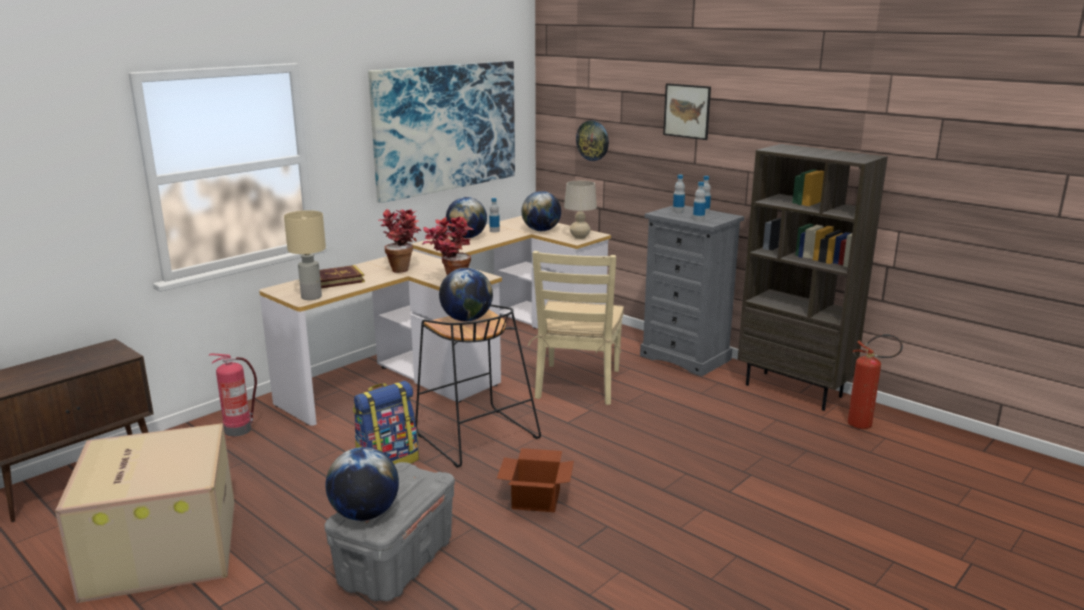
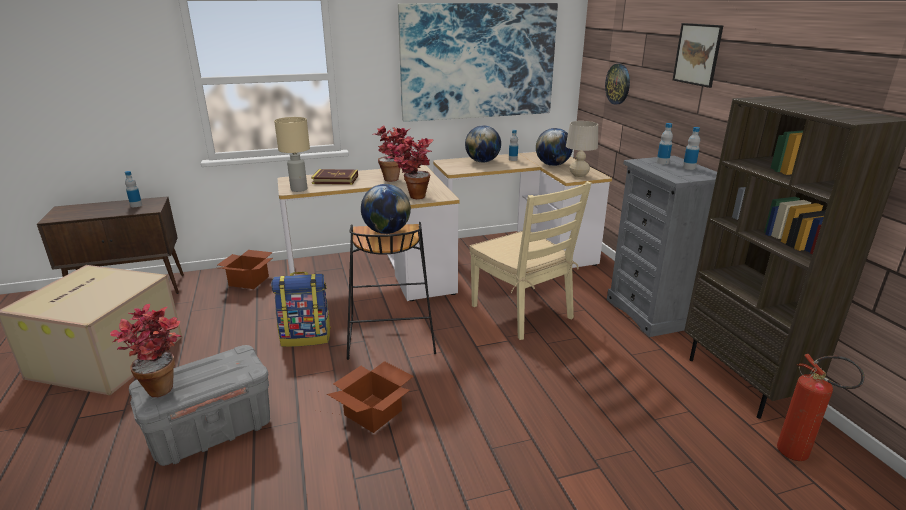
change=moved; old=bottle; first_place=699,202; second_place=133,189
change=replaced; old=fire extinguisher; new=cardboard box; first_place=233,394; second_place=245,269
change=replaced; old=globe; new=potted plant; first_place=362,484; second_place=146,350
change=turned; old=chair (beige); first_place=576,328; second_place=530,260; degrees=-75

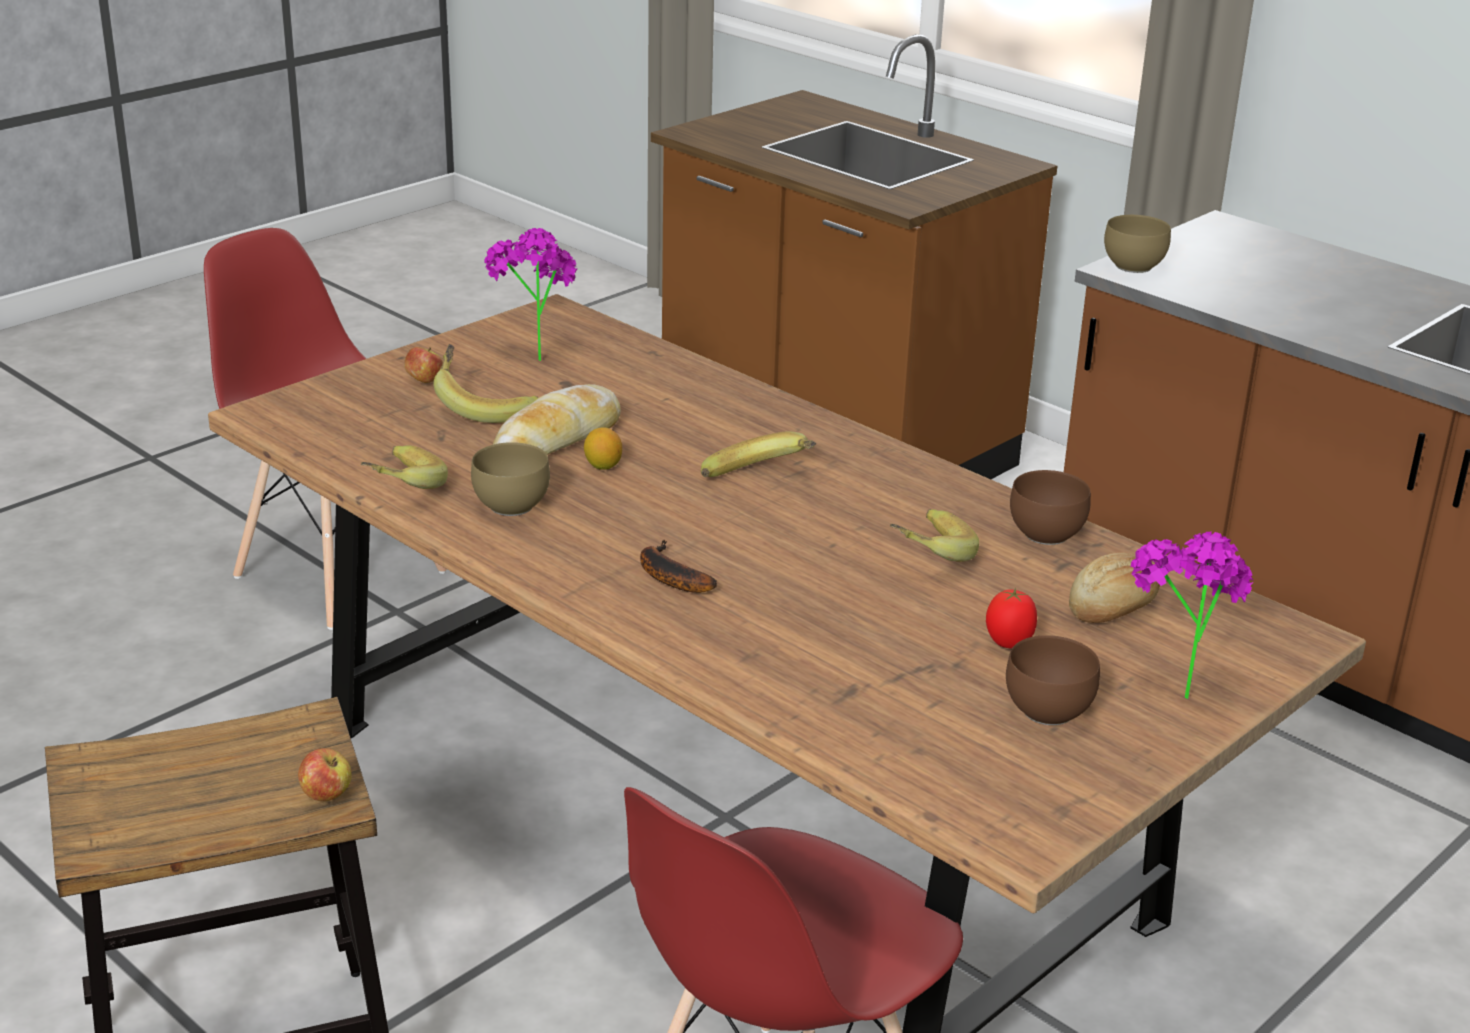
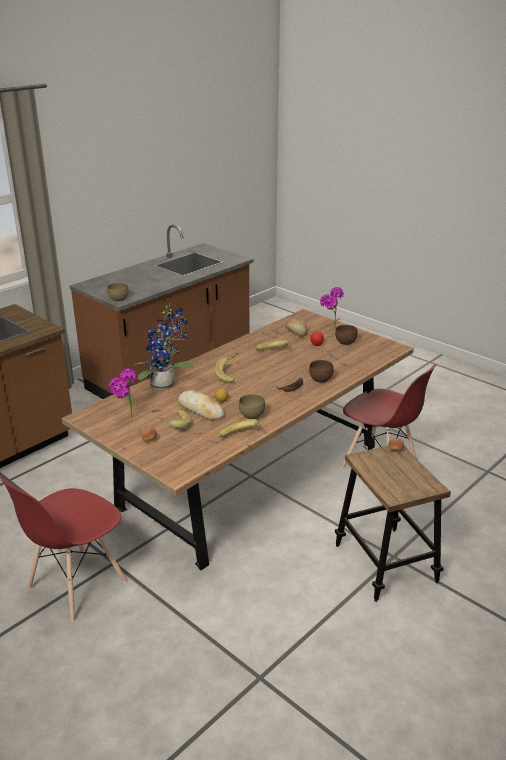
change=added; new=potted plant; second_place=164,346
change=moved; old=bowl (brown); first_place=1050,507; second_place=321,371

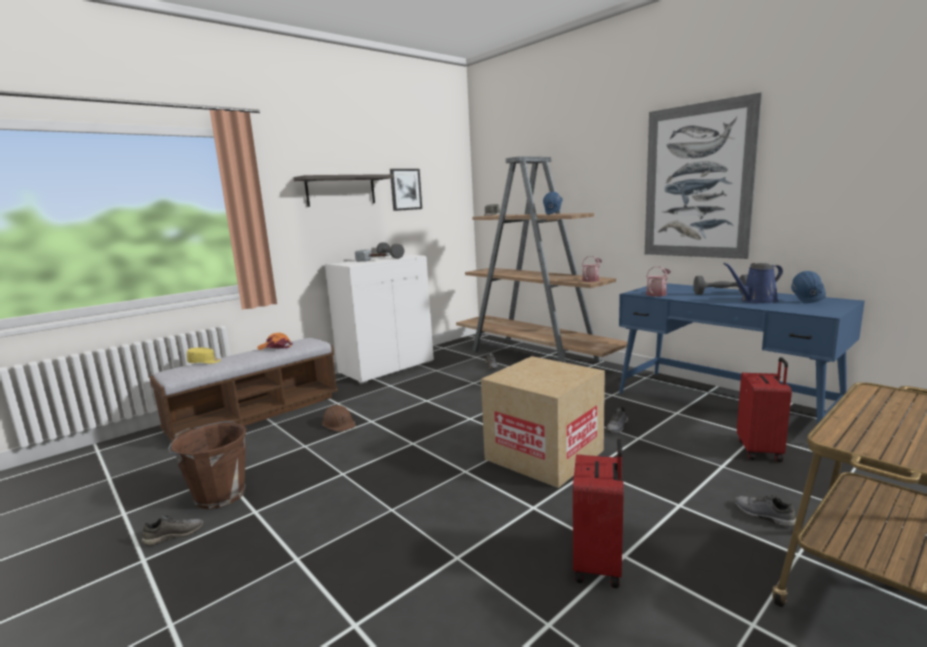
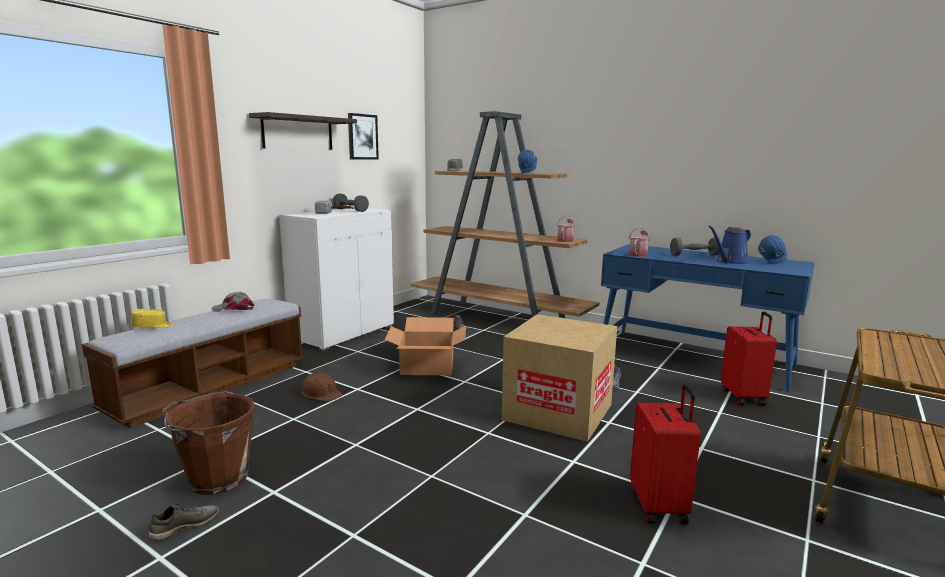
change=removed; old=picture; first_place=703,175
change=removed; old=shoe (grey); first_place=765,511
change=added; new=cardboard box; second_place=425,346
change=recoloured; old=cap (orange); new=cap (grey); first_place=275,341; second_place=232,302

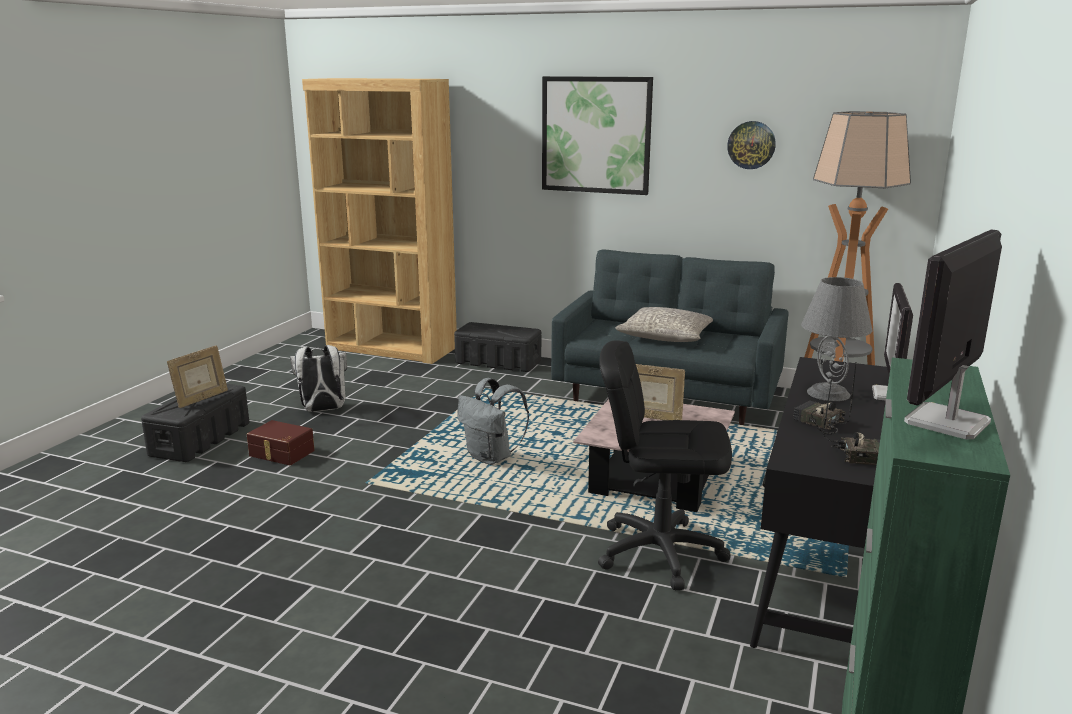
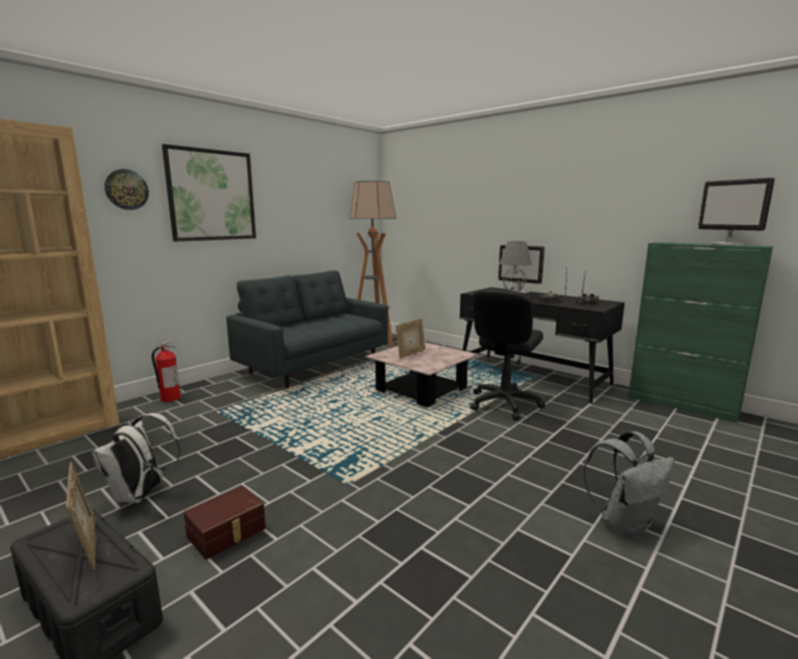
change=removed; old=pillow (grey); first_place=664,324
change=moved; old=backpack (grey); first_place=493,421; second_place=628,484
change=moved; old=wall clock; first_place=751,145; second_place=127,189
change=replaced; old=storage box (black); new=fire extinguisher; first_place=497,347; second_place=166,370

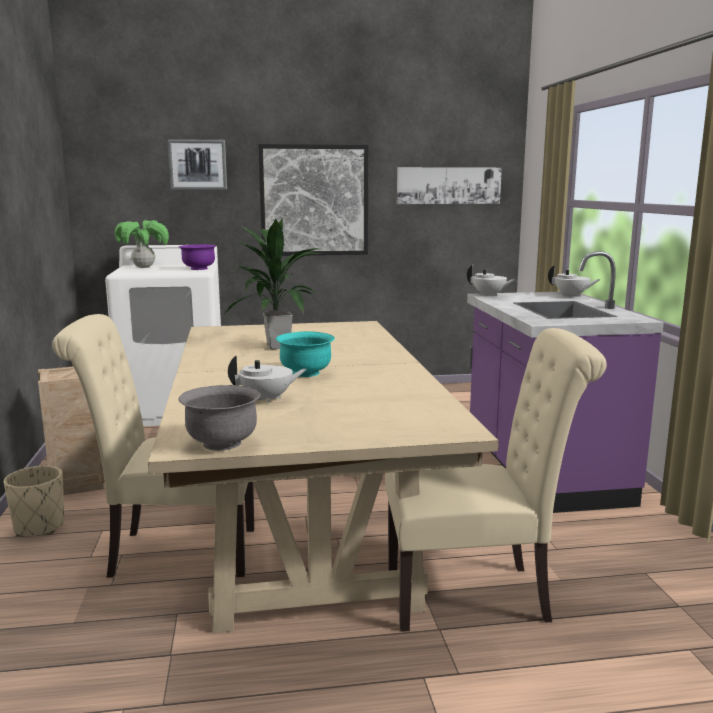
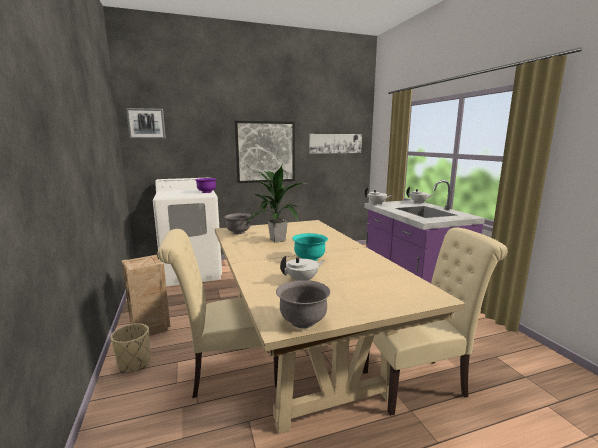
change=removed; old=potted plant; first_place=142,244
change=added; new=bowl (grey); second_place=237,223
change=moved; old=picture; first_place=197,164; second_place=146,123

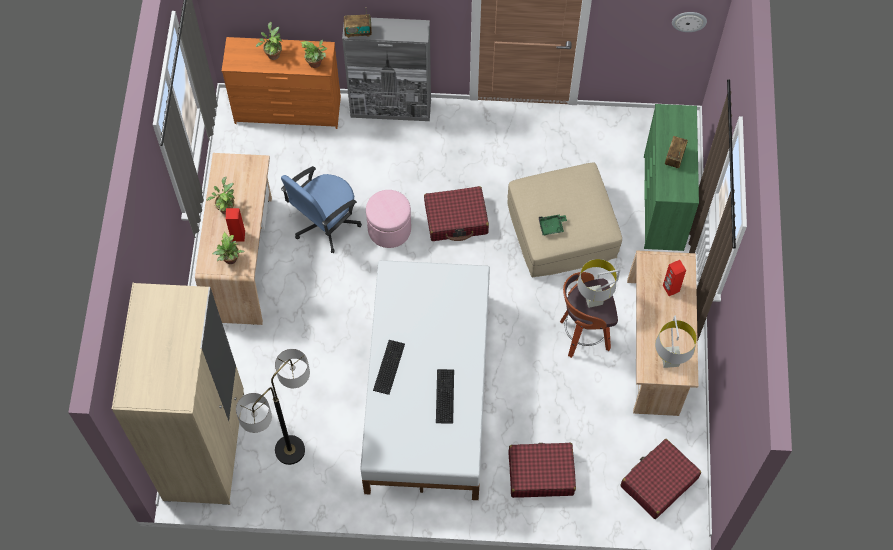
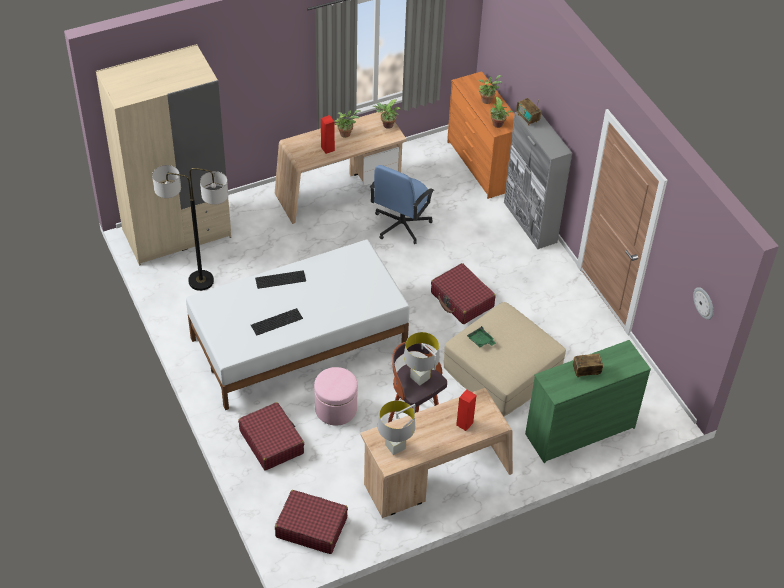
change=moved; old=potted plant; first_place=229,248; second_place=387,114
change=moved; old=ottoman (pink); first_place=388,219; second_place=336,396
change=turned; old=office chair (blue); first_place=321,209; second_place=402,204; degrees=-75

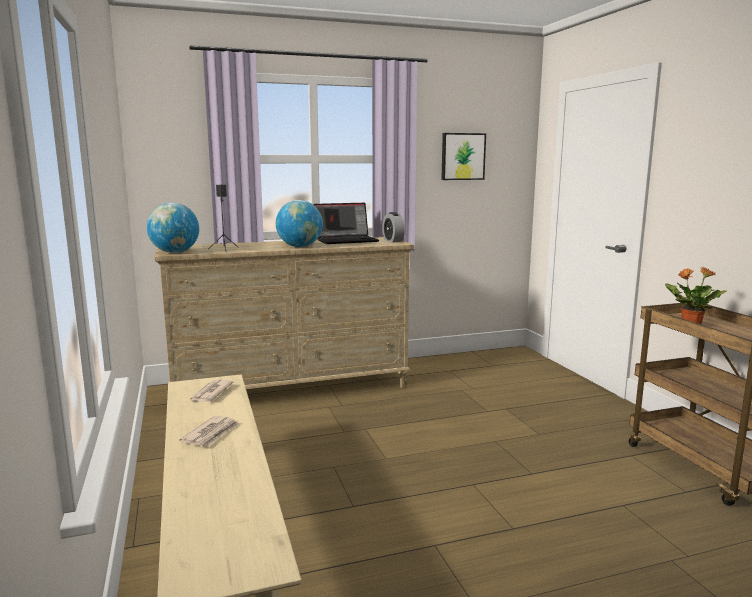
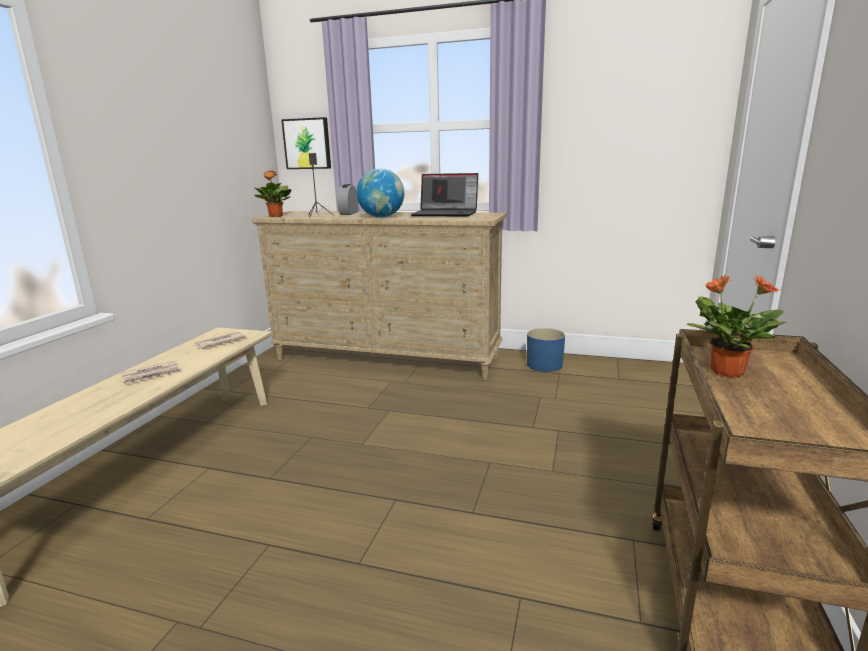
change=added; new=planter (blue); second_place=546,350
change=moved; old=alarm clock; first_place=393,227; second_place=347,199
change=moved; old=picture; first_place=463,156; second_place=306,143
change=replaced; old=globe; new=potted plant; first_place=172,228; second_place=272,193

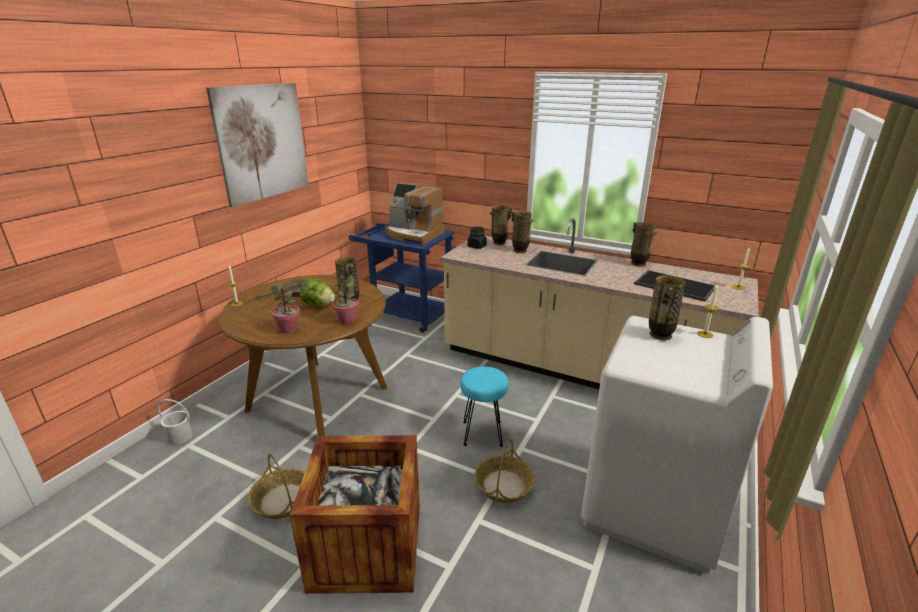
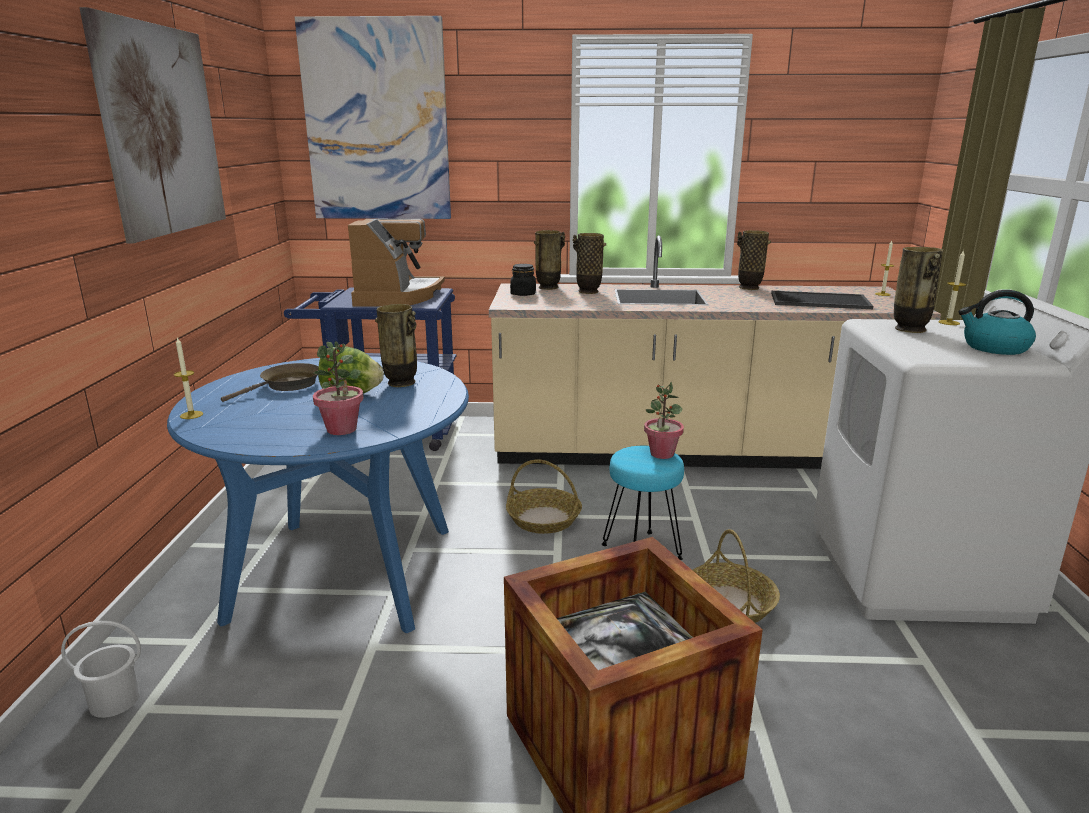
change=added; new=picture; second_place=373,117
change=added; new=kettle; second_place=997,322
change=moved; old=basket; first_place=276,486; second_place=544,496
change=moved; old=potted plant; first_place=345,300; second_place=664,420
change=recoloured; old=dining table (brown); new=dining table (blue); first_place=303,355; second_place=318,494
change=turned; old=coffee machine; first_place=415,213; second_place=396,262; degrees=-90

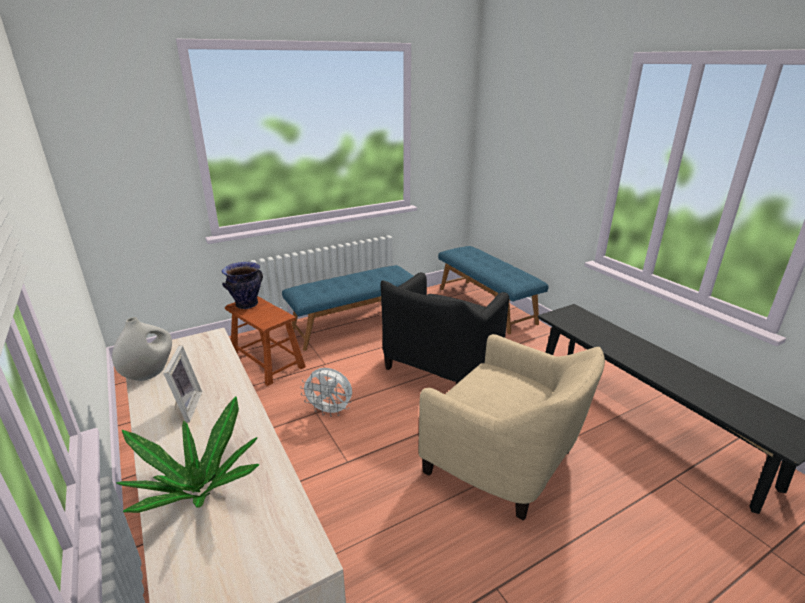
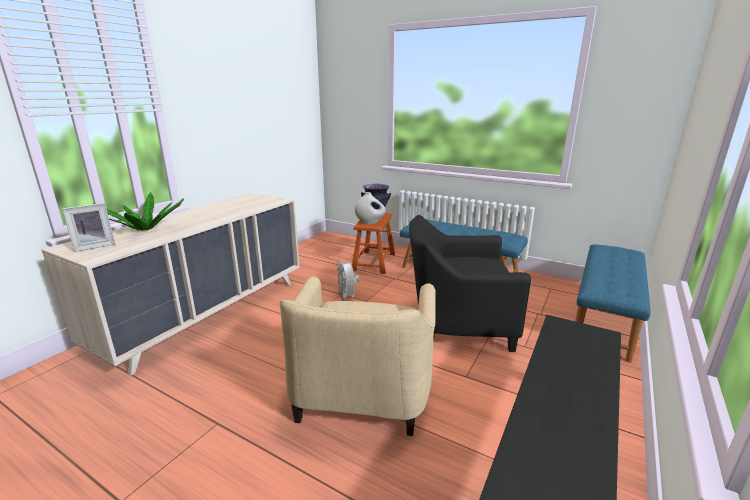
change=moved; old=vase (white); first_place=142,349; second_place=370,208
change=moved; old=picture frame; first_place=182,384; second_place=89,227

